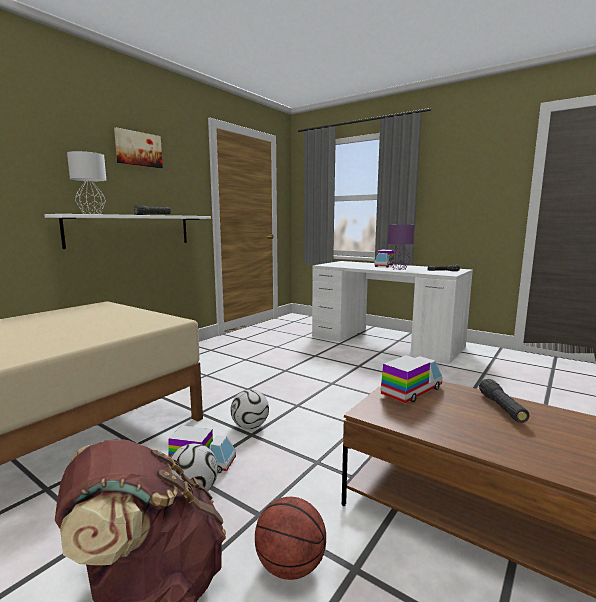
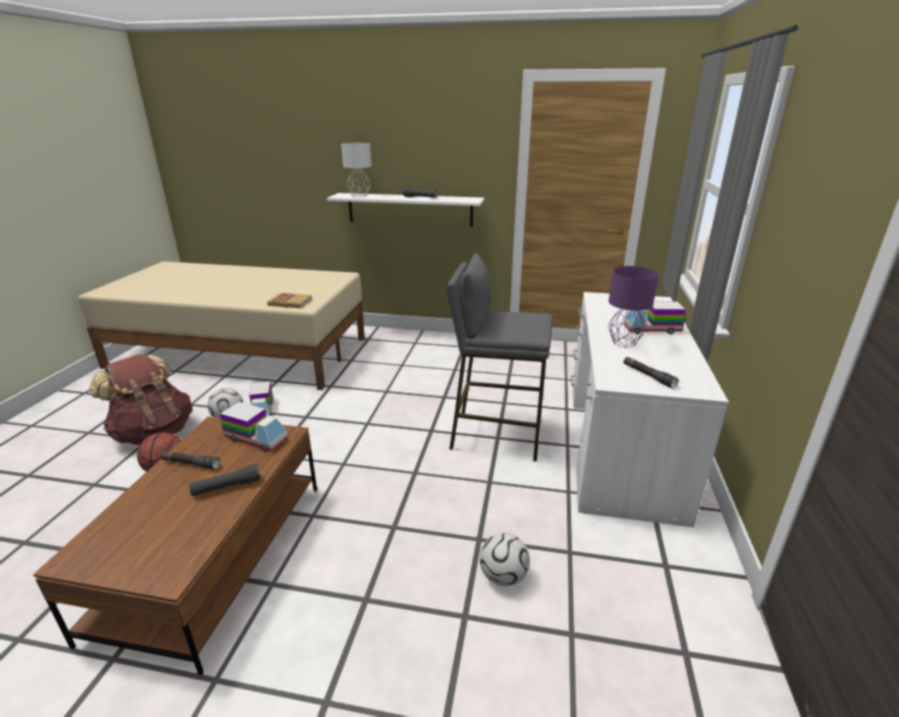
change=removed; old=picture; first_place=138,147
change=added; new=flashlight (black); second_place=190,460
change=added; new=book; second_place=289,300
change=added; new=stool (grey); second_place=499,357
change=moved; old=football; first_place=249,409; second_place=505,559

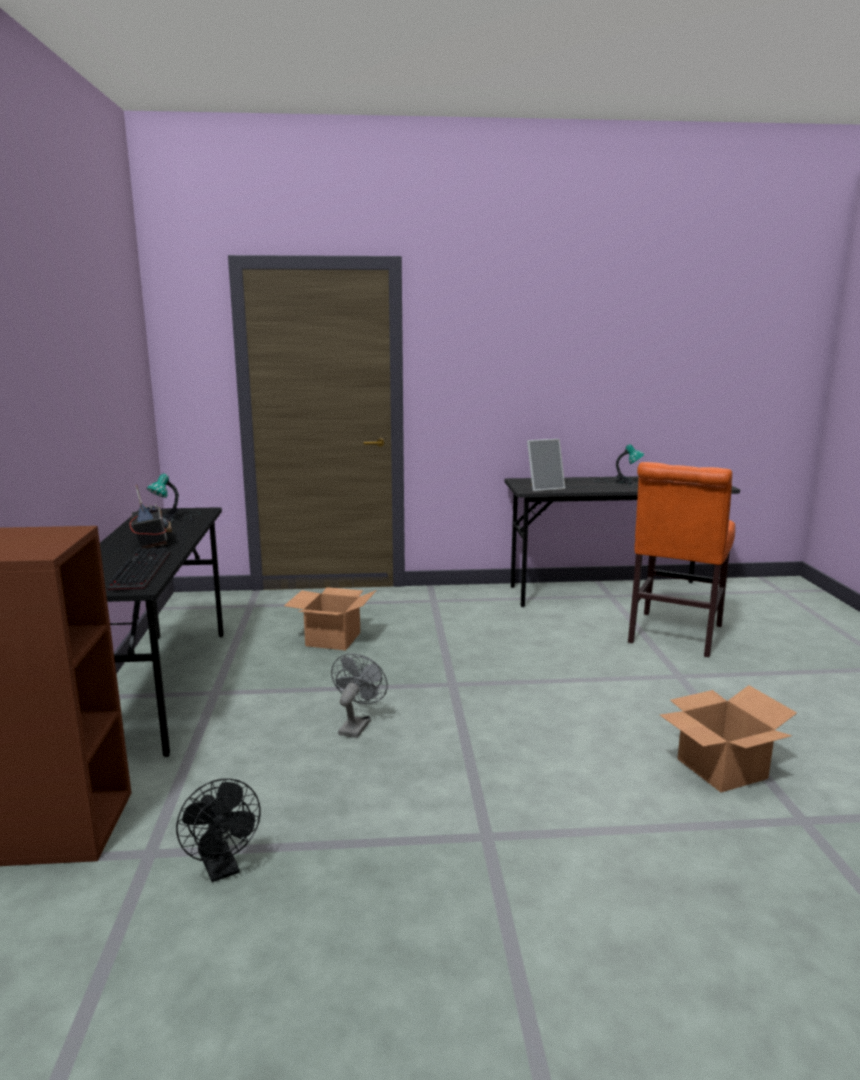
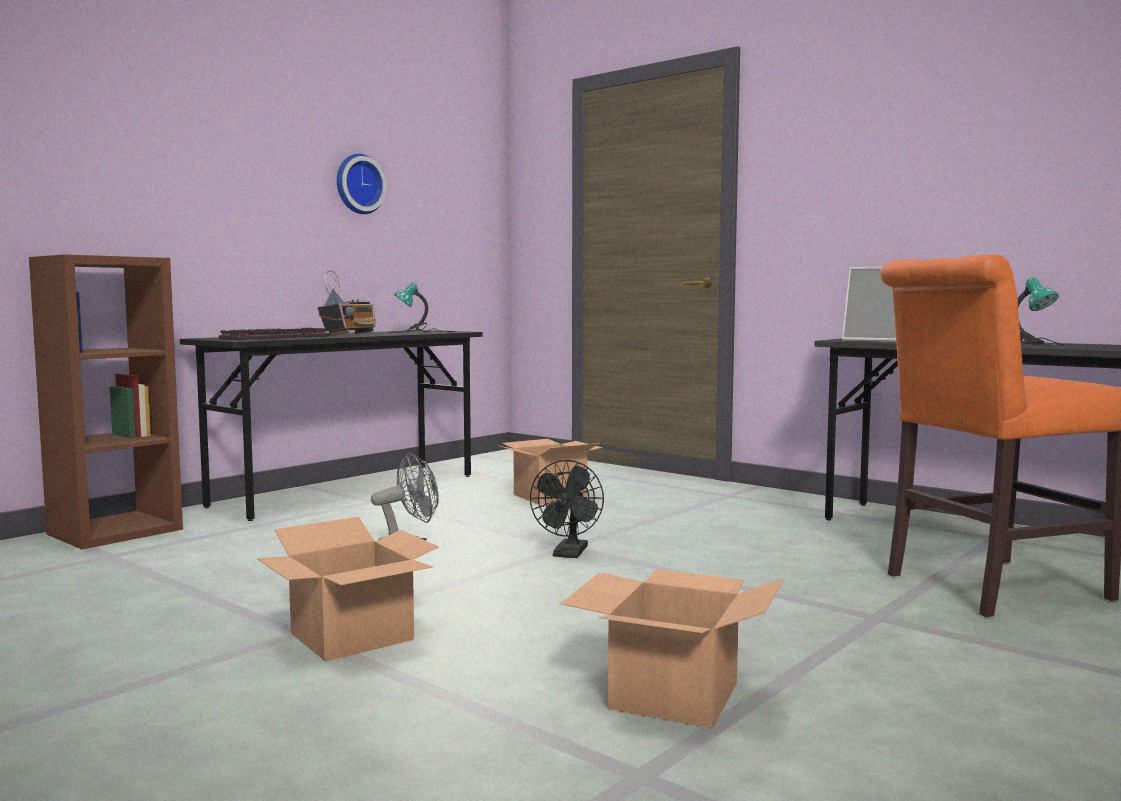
change=added; new=cardboard box; second_place=348,589
change=added; new=wall clock; second_place=362,184
change=moved; old=fan (black); first_place=218,830; second_place=567,509

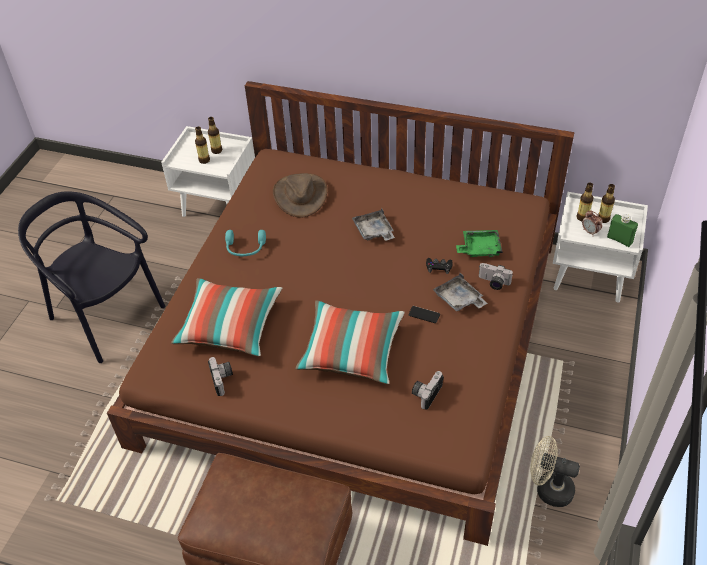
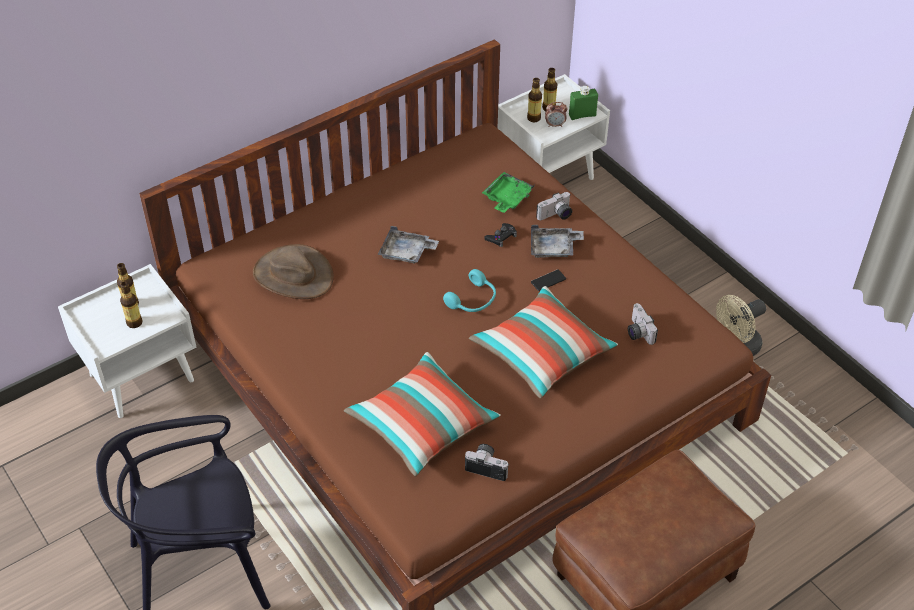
change=moved; old=headphones (turquoise); first_place=245,243; second_place=469,290

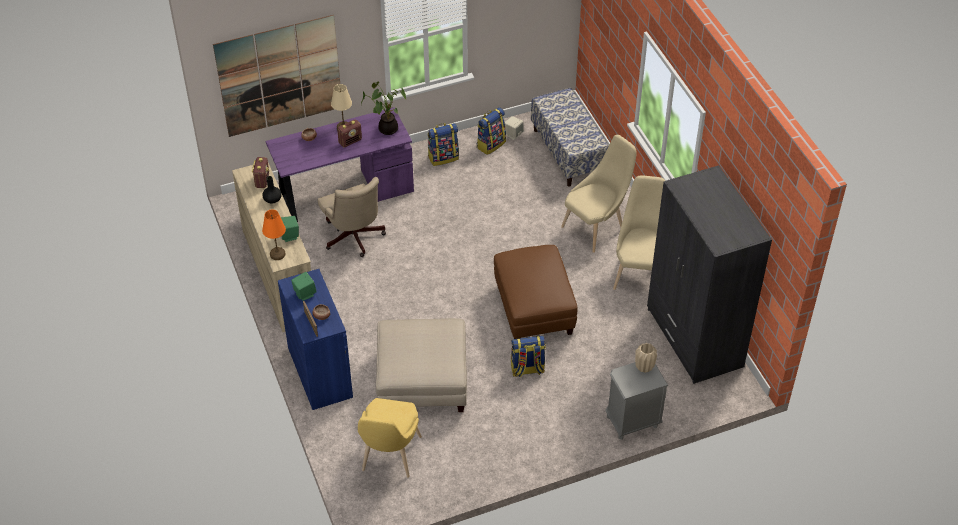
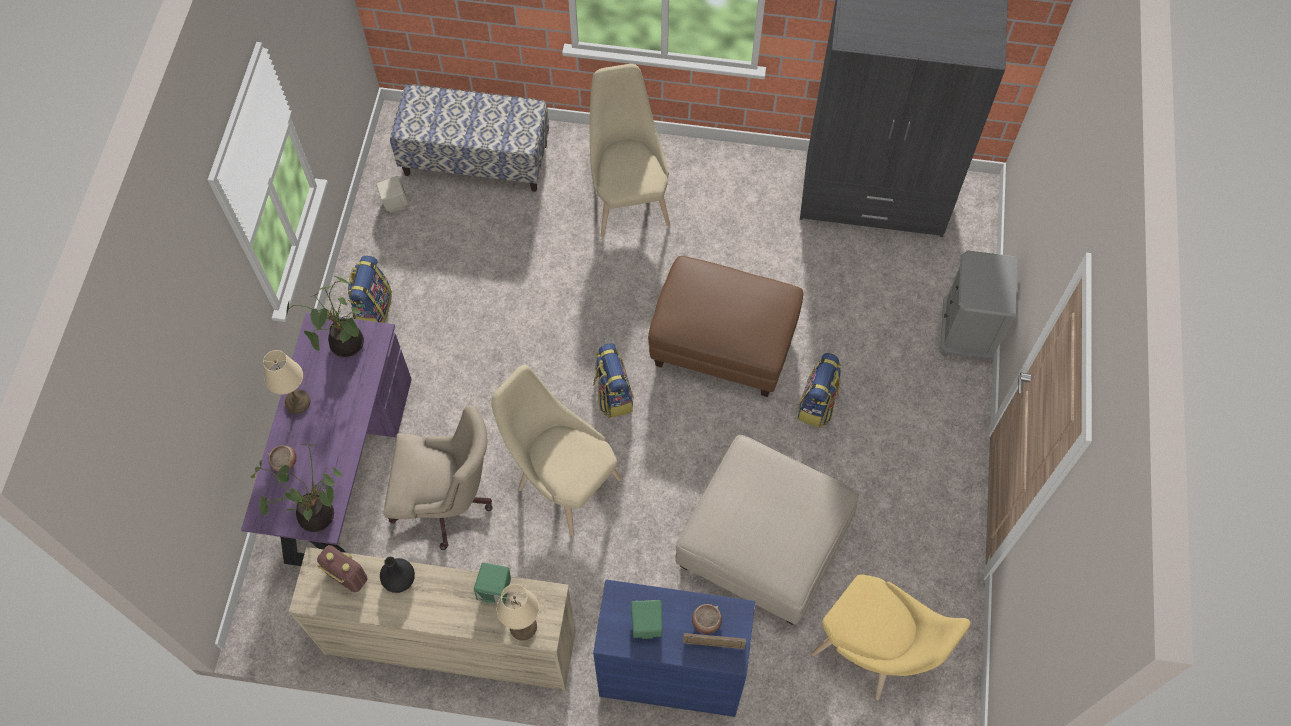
change=removed; old=picture; first_place=276,76
change=removed; old=radio; first_place=349,133
change=removed; old=vase (beige); first_place=646,358
change=added; new=potted plant; second_place=297,488
change=moved; old=backpack; first_place=491,131; second_place=613,380
change=moved; old=chair (beige); first_place=639,232; second_place=556,450
change=recoloured; old=table lamp (orange); new=table lamp (beige); first_place=274,234; second_place=518,612

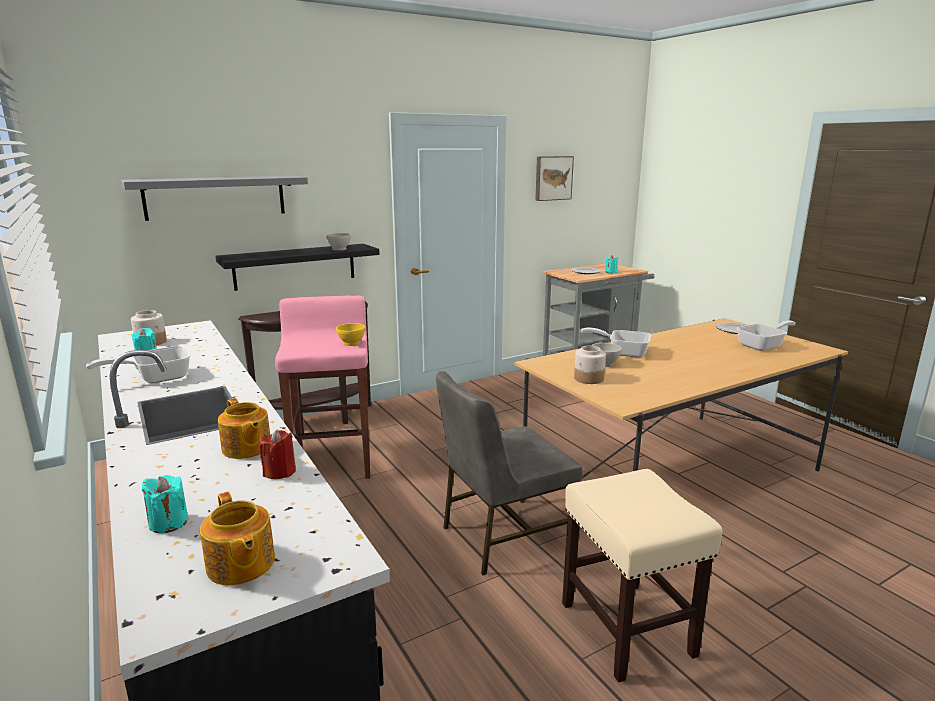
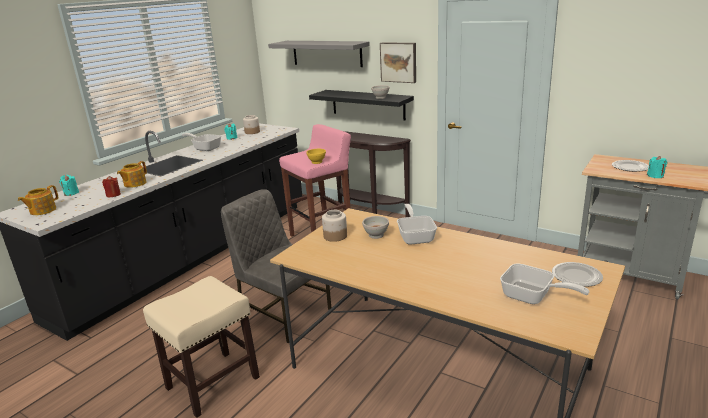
change=moved; old=picture; first_place=554,178; second_place=398,62

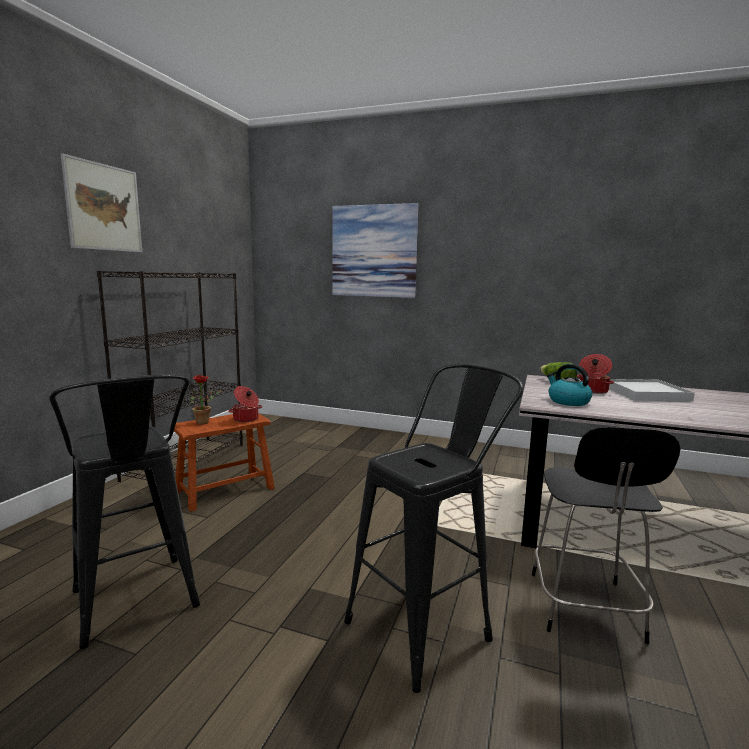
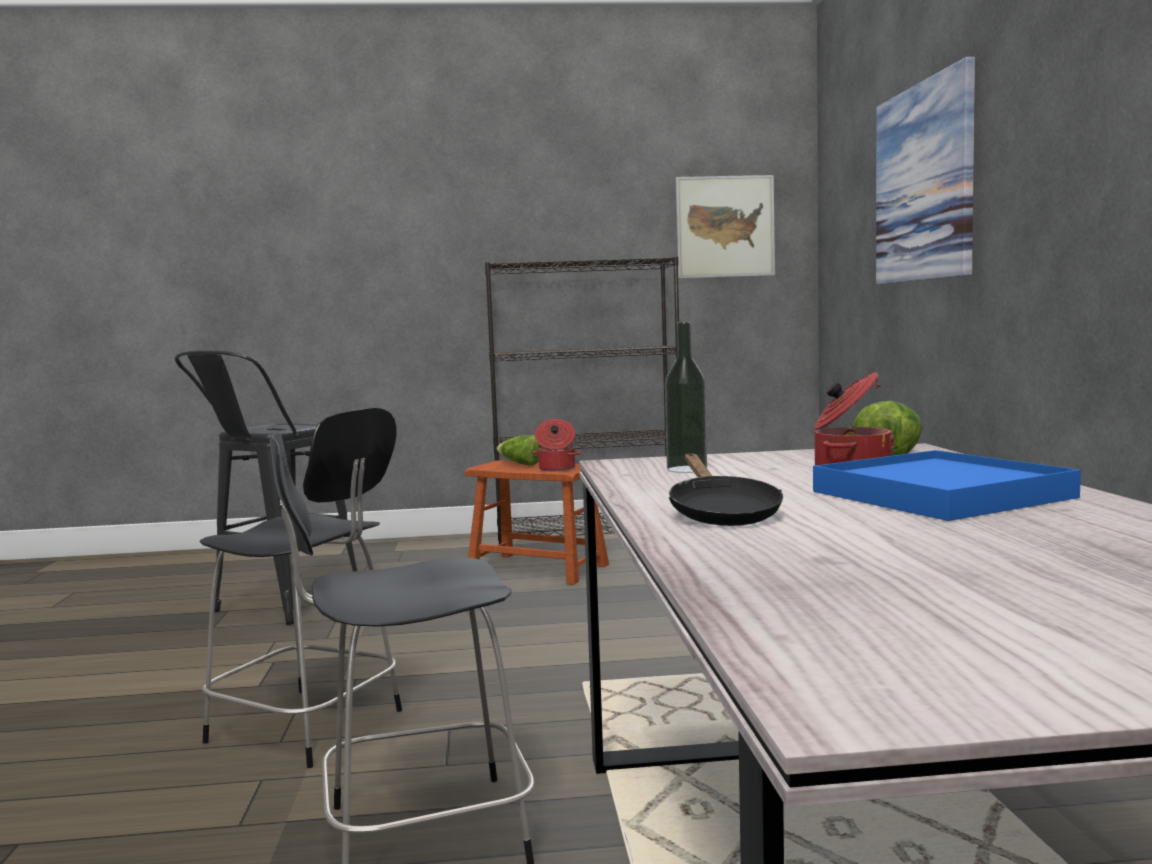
change=added; new=frying pan (black); second_place=726,489
change=moved; old=picture; first_place=101,202; second_place=725,226
change=replaced; old=potted plant; new=lettuce; first_place=206,400; second_place=520,450
change=replaced; old=stool (black); new=chair (black); first_place=433,528; second_place=300,588
change=replaced; old=kettle; new=bottle; first_place=569,385; second_place=686,397
change=recoloured; old=tray (white); new=tray (blue); first_place=652,390; second_place=947,485

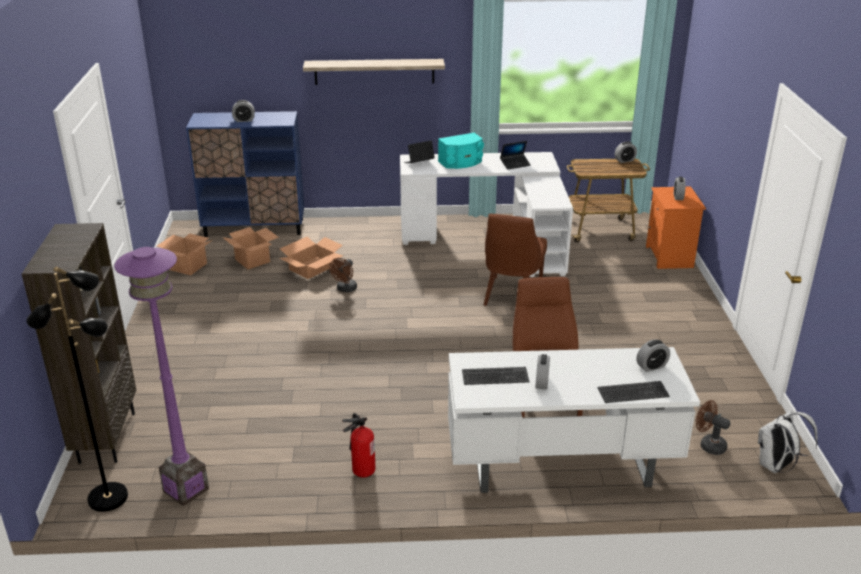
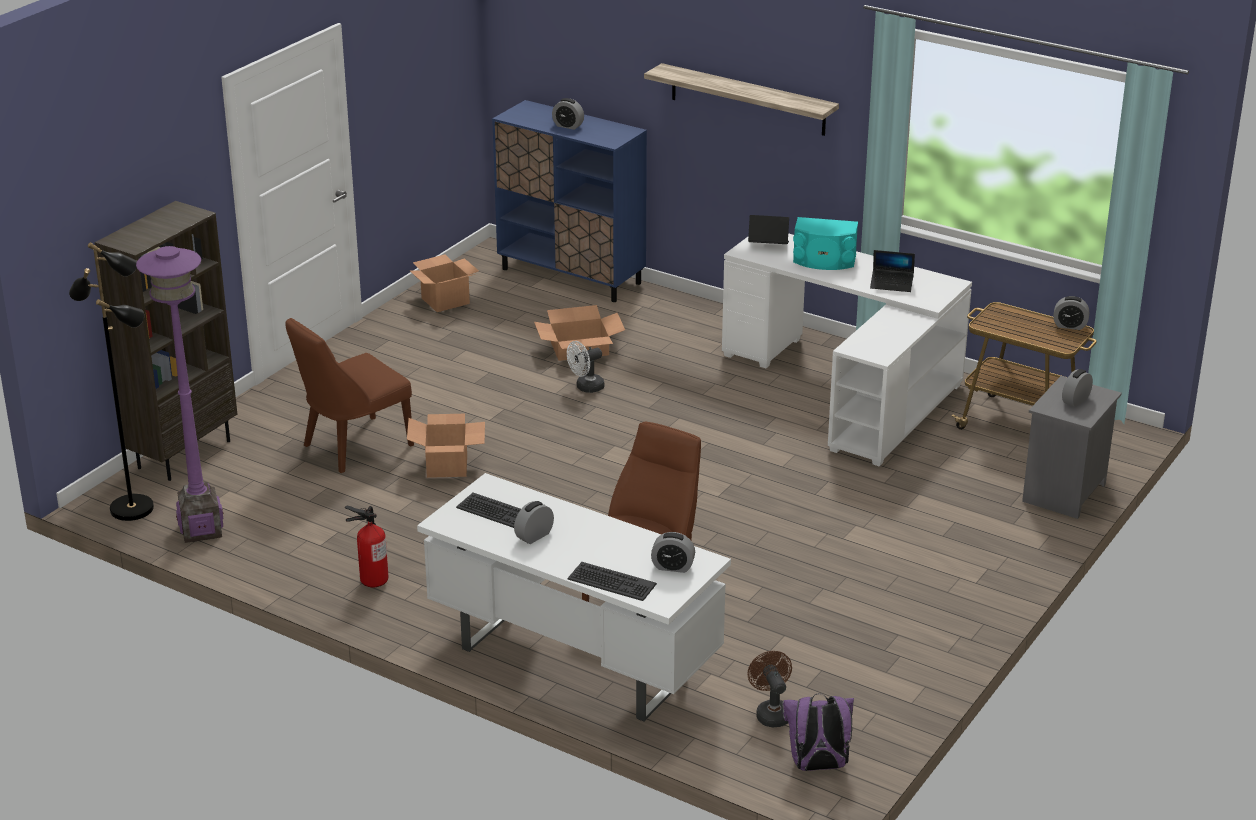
change=moved; old=cardboard box; first_place=250,248; second_place=446,446
change=moved; old=chair (brown); first_place=515,260; second_place=349,395
change=recoloured; old=fan (brown); new=fan (white); first_place=343,275; second_place=586,367
change=recoloured; old=nightstand (orange); new=nightstand (grey); first_place=676,228; second_place=1072,447
change=recoloured; old=backpack (white); new=backpack (purple); first_place=788,441; second_place=818,732

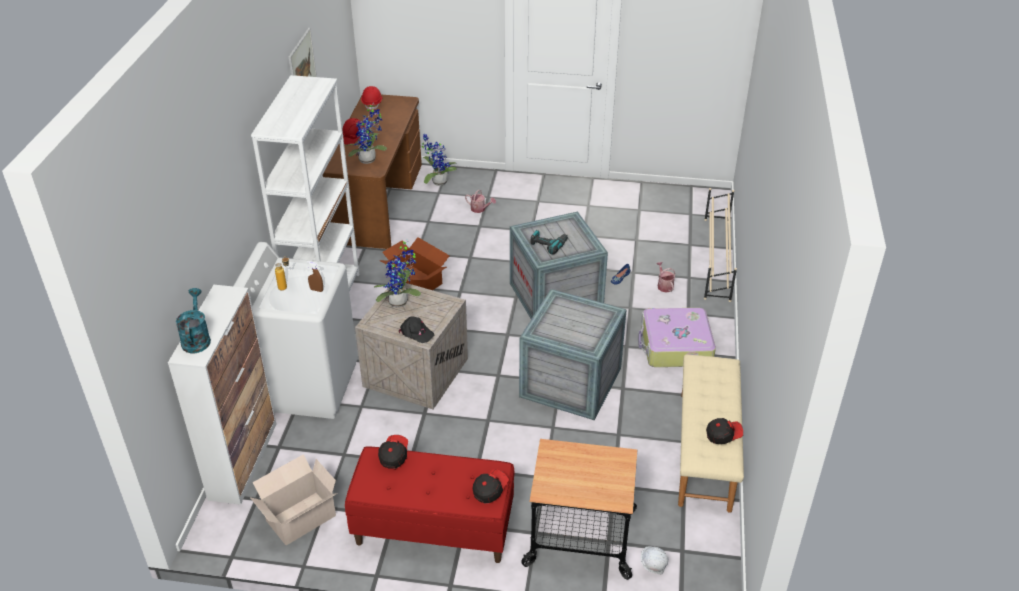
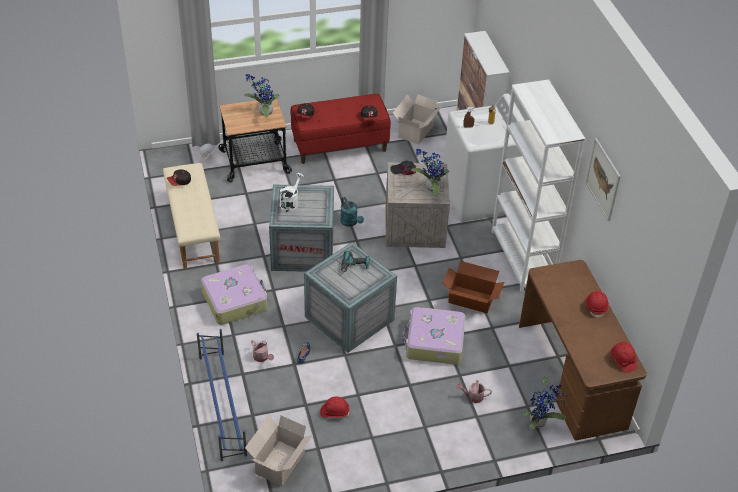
change=added; new=cardboard box; second_place=279,450
change=added; new=watering can (white); second_place=292,193
change=added; new=hard hat (red); second_place=335,407
change=added; new=suitcase; second_place=433,336
change=moved; old=watering can (turquoise); first_place=193,320; second_place=352,212
change=moved; old=potted plant; first_place=366,134; second_place=262,95
change=recoloured; old=shoe rack (beige); new=shoe rack (blue); first_place=720,245; second_place=222,395

